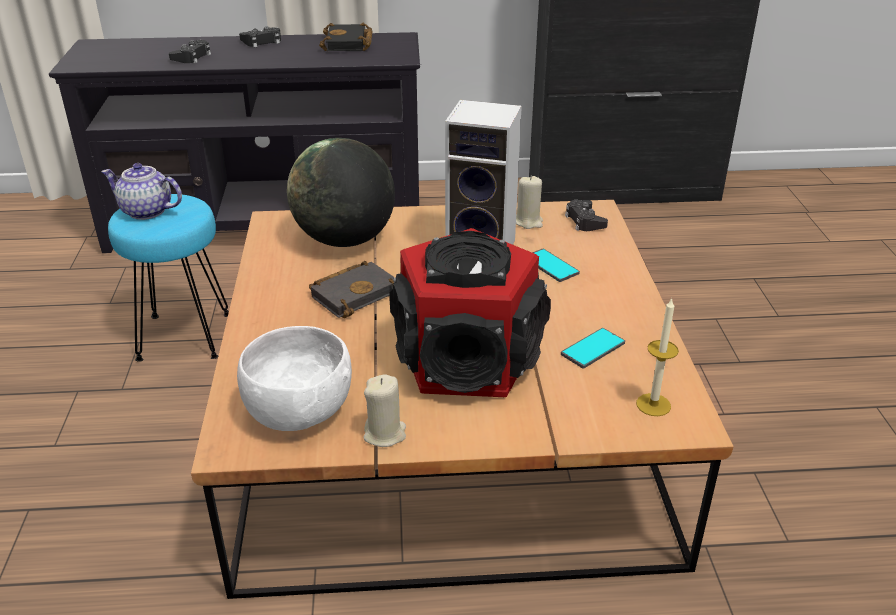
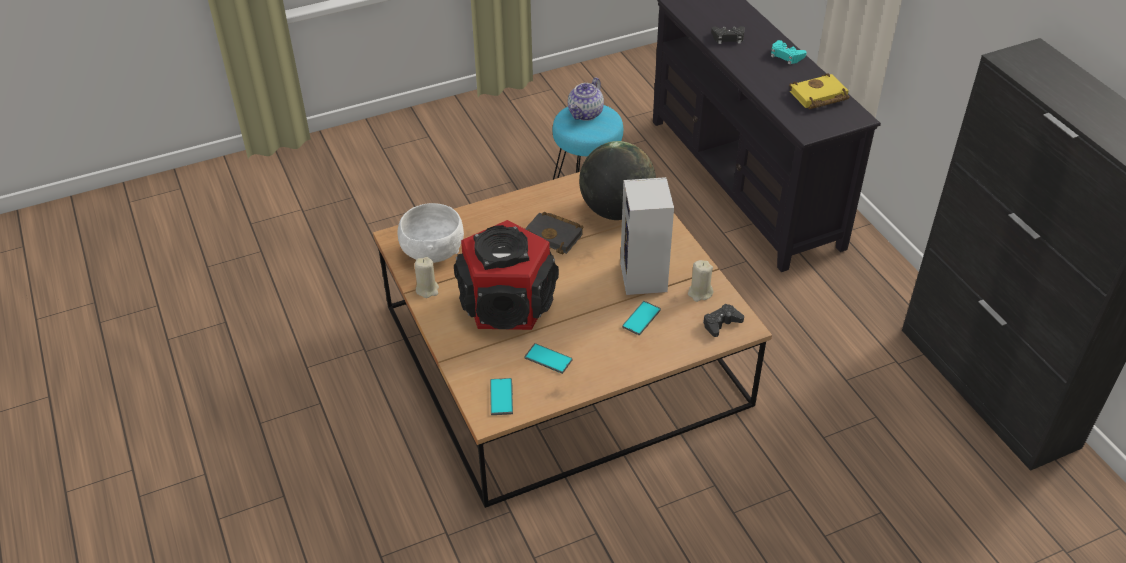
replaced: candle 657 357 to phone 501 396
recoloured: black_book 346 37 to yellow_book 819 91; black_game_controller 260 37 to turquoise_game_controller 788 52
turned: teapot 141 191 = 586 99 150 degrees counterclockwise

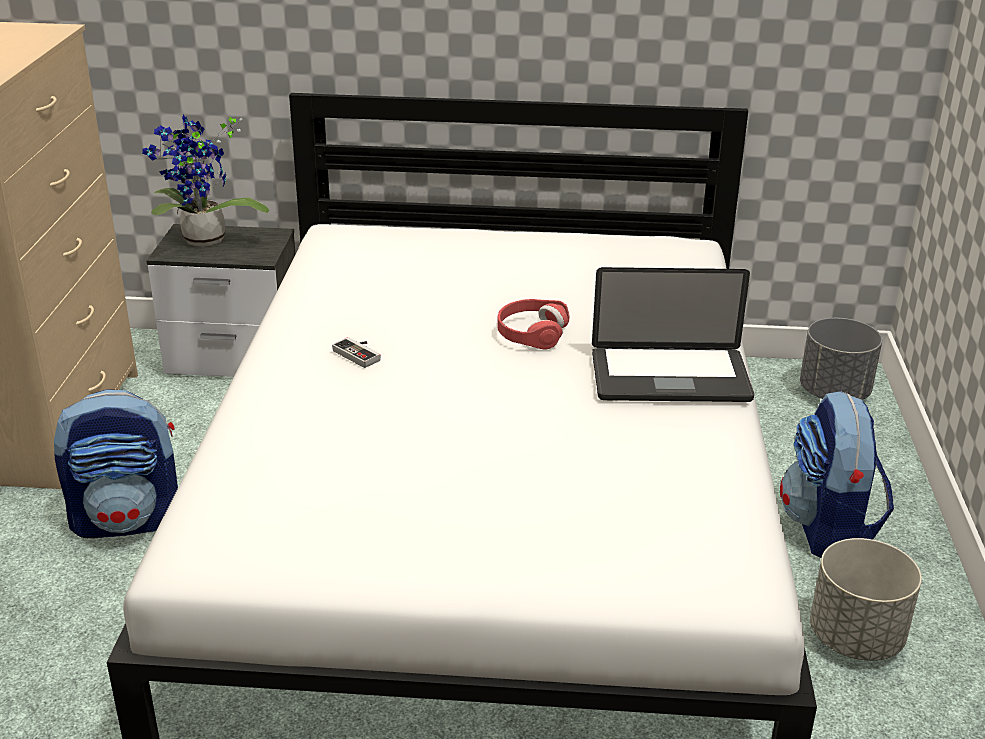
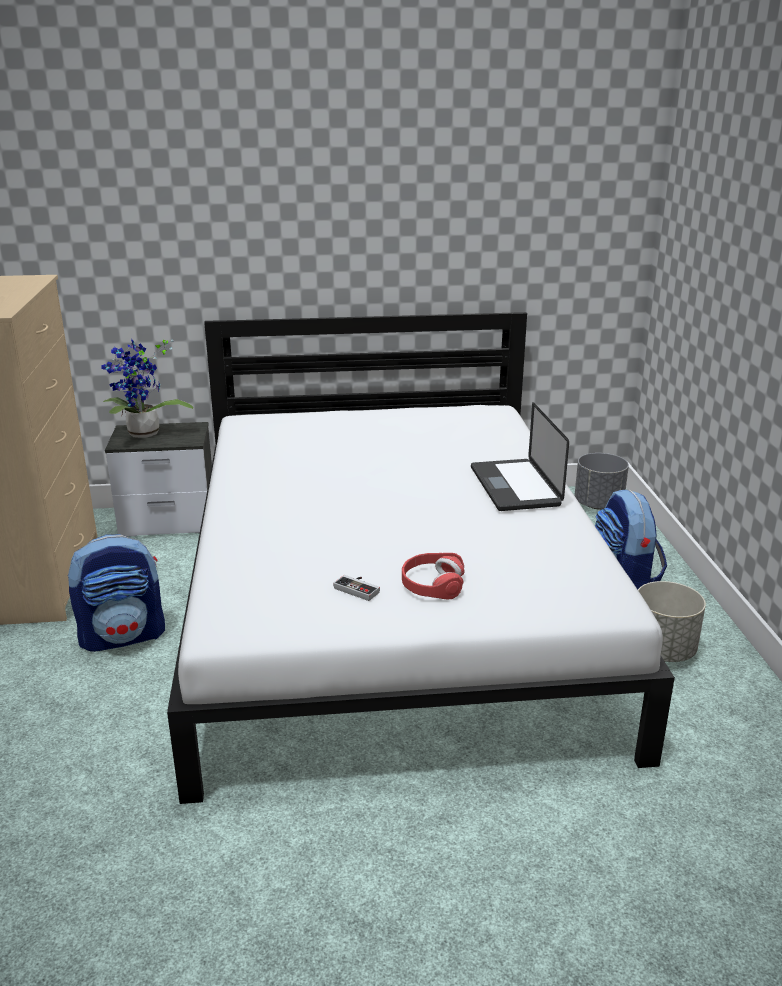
moved: red_headphones 533 324 to 433 576; game_controller 356 352 to 357 588
turned: laptop 673 334 = 520 456 90 degrees clockwise

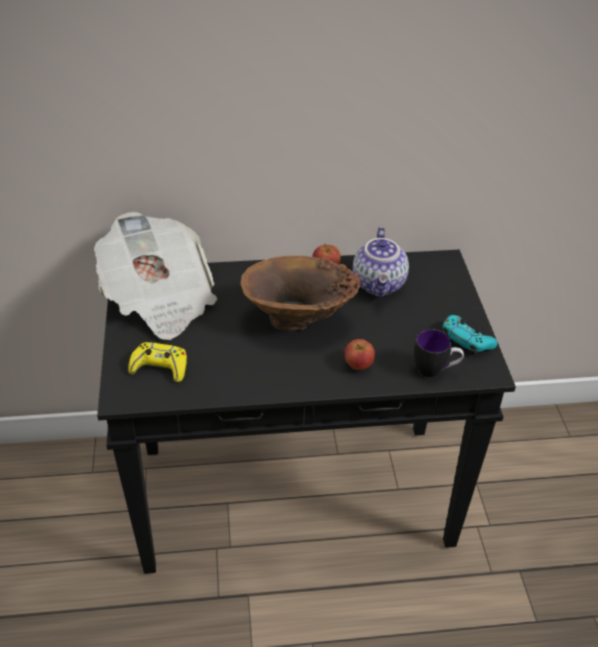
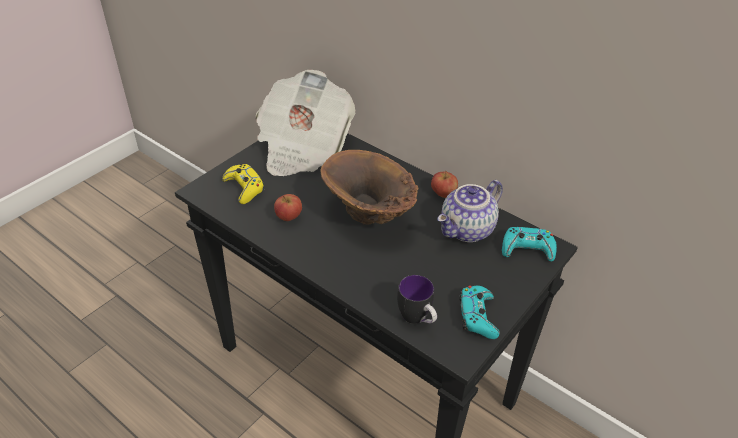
added: turquoise_game_controller 529 244
moved: apple 359 354 to 288 207

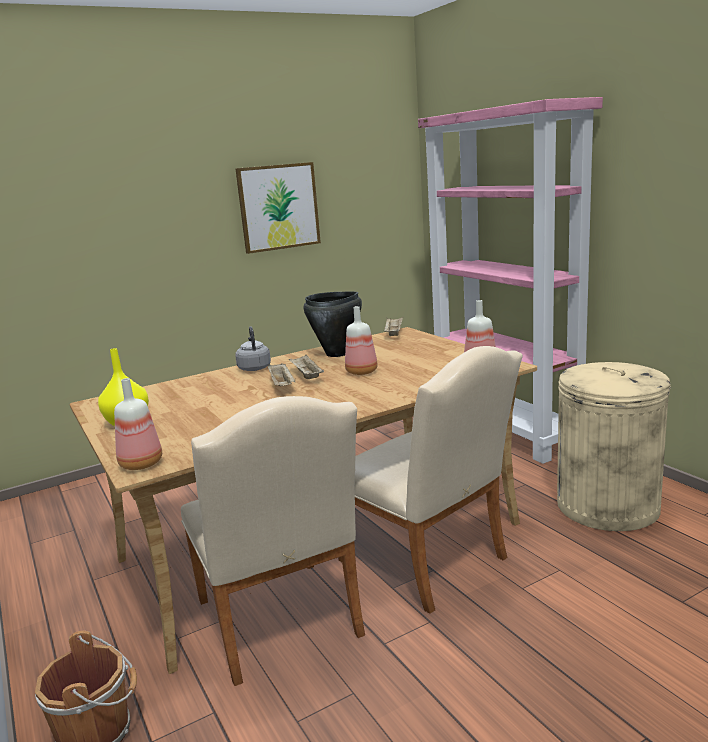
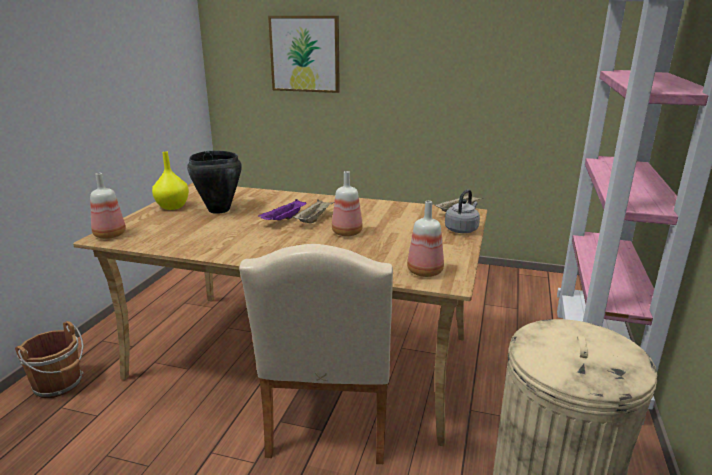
removed: beige_chair 273 541
moved: picture 278 208 to 304 54; black_cooking_pot 333 324 to 214 182; grey_kettle 253 349 to 462 211
recoloured: beige_tray 281 374 to purple_tray 282 209

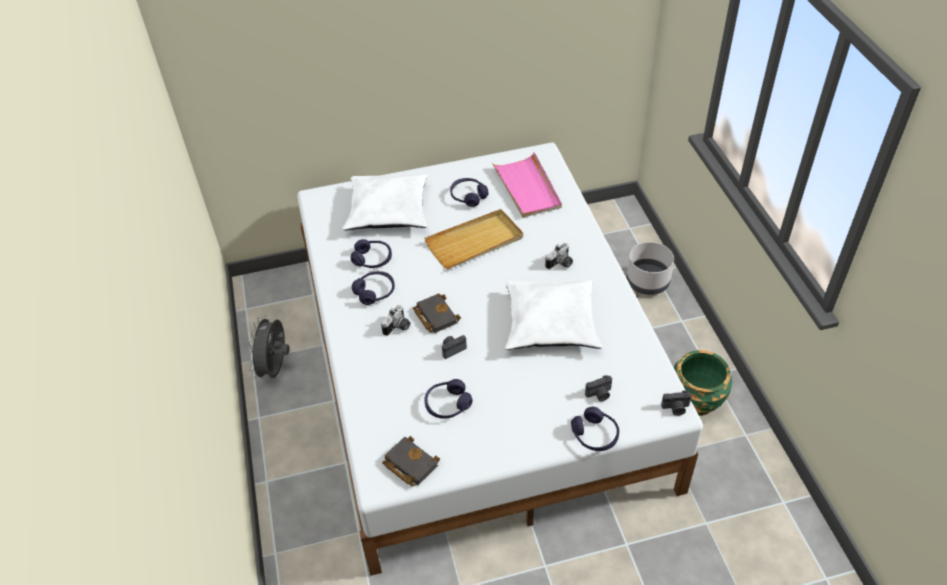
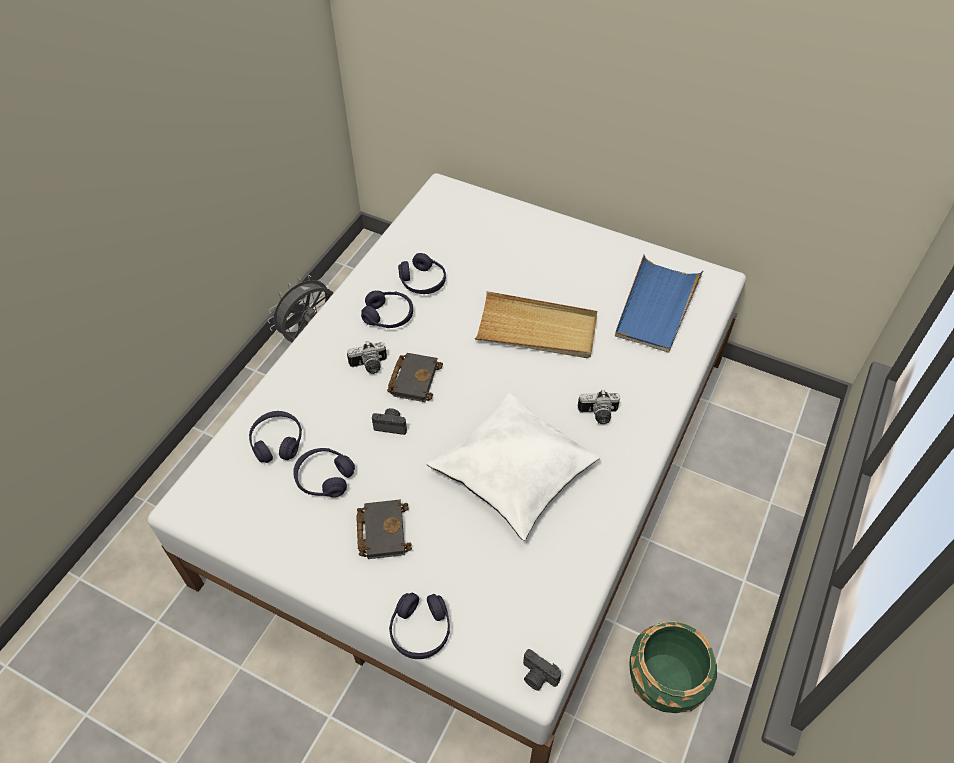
removed: white_pillow 384 202; grey_planter 650 268; photo_camera 598 388
moved: purple_headphones 469 192 to 275 437; black_book 411 461 to 384 529
recoloured: pink_tray 527 185 to blue_tray 659 304

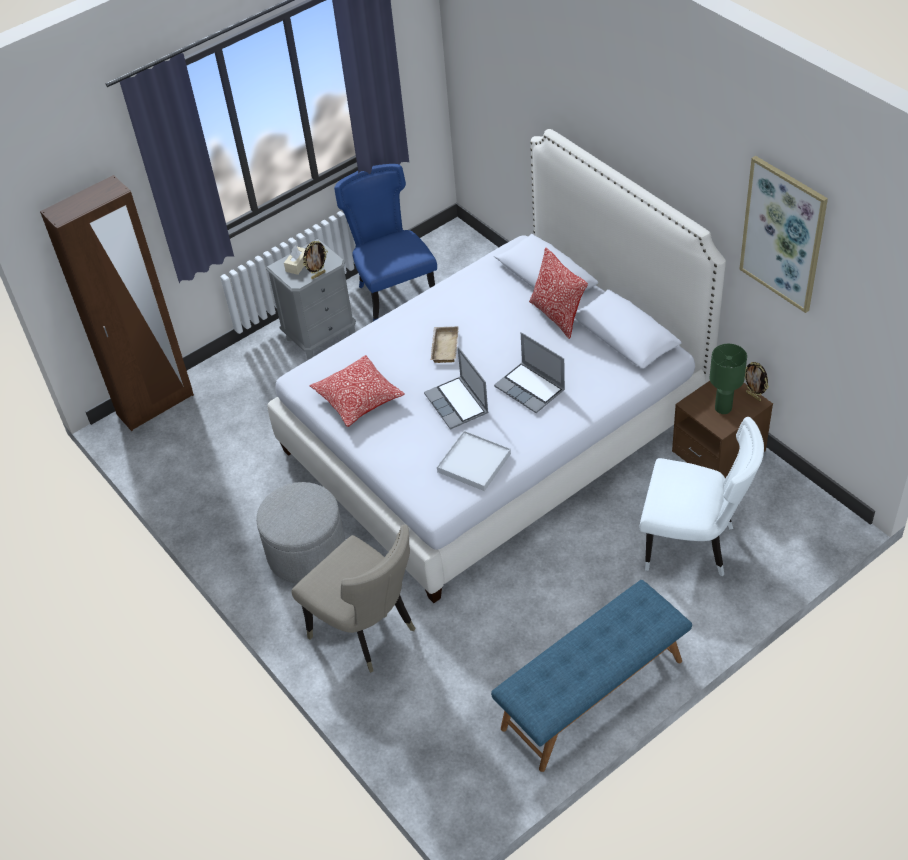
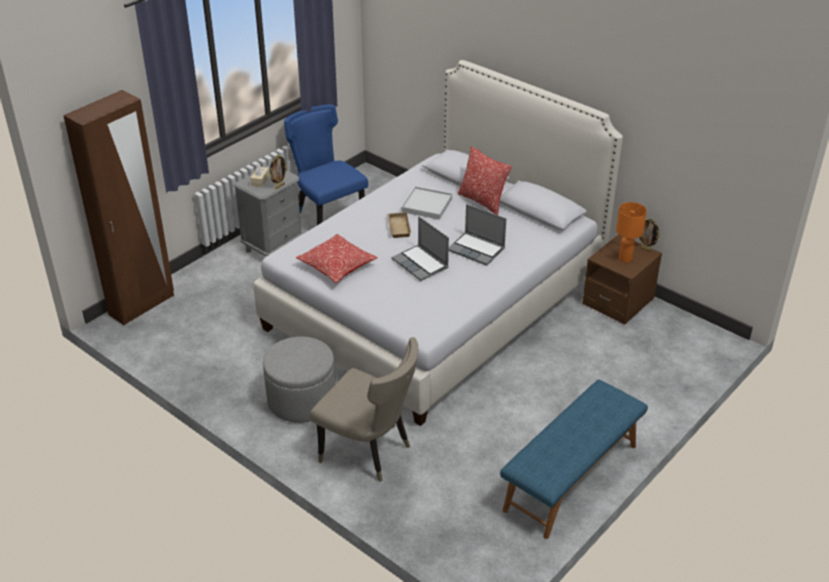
removed: picture 783 234; white_chair 702 496
moved: white_tray 474 461 to 427 203
recoloured: green_table_lamp 728 379 to orange_table_lamp 631 232

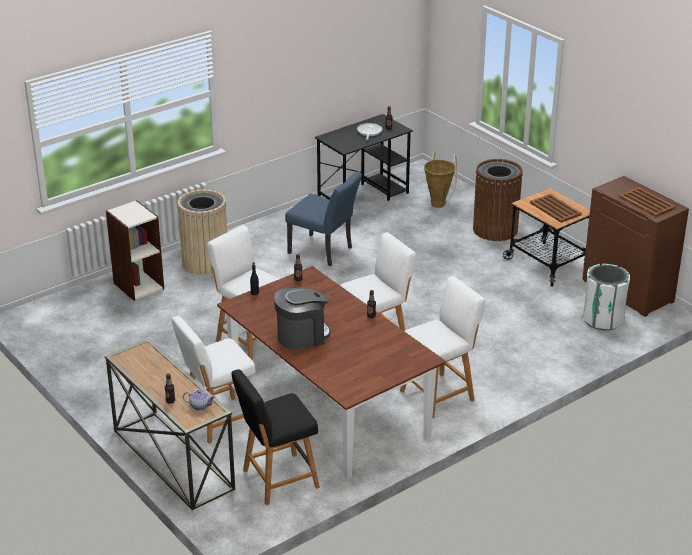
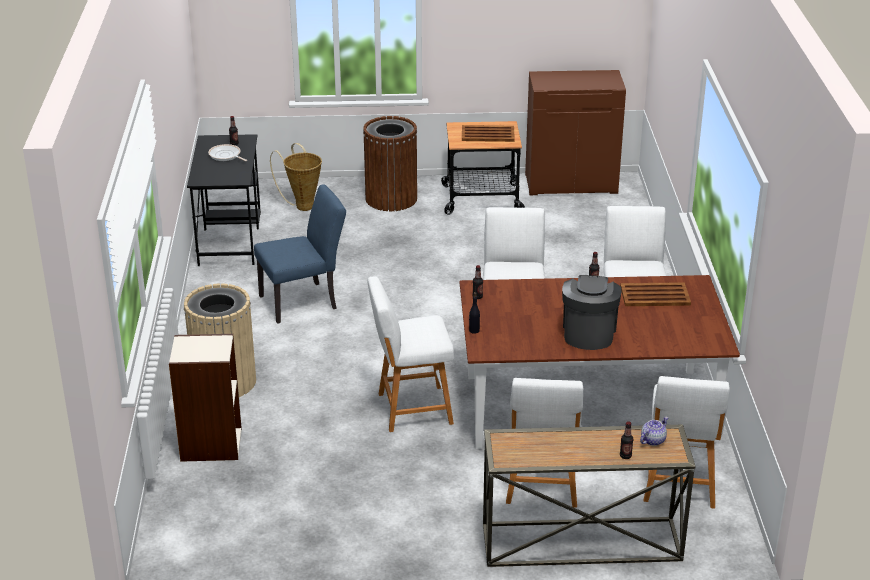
removed: white_trash_can 606 297
moved: brown_tray 647 202 to 655 294
recoloured: black_stool 276 437 to white_stool 687 442

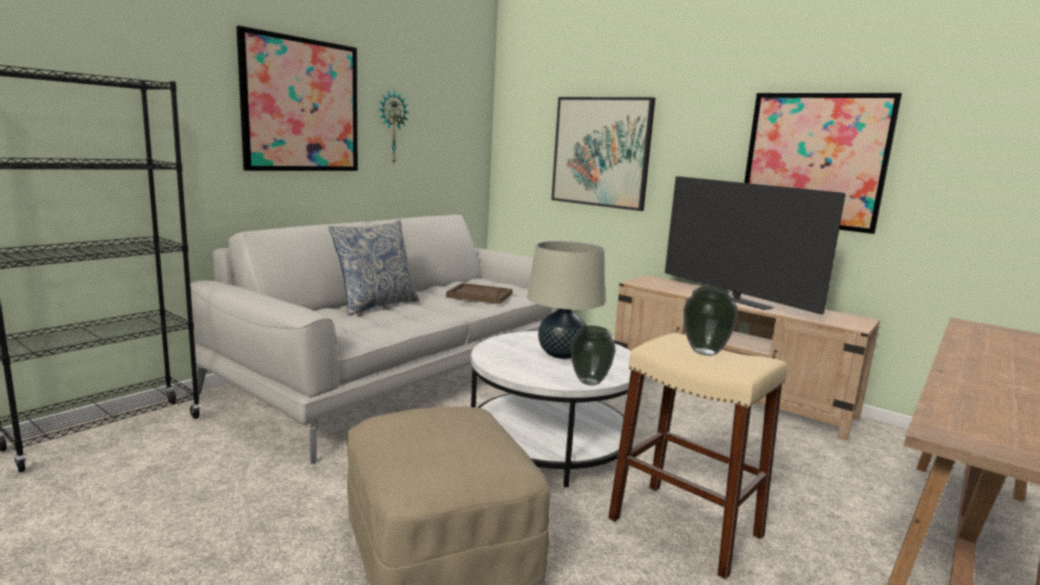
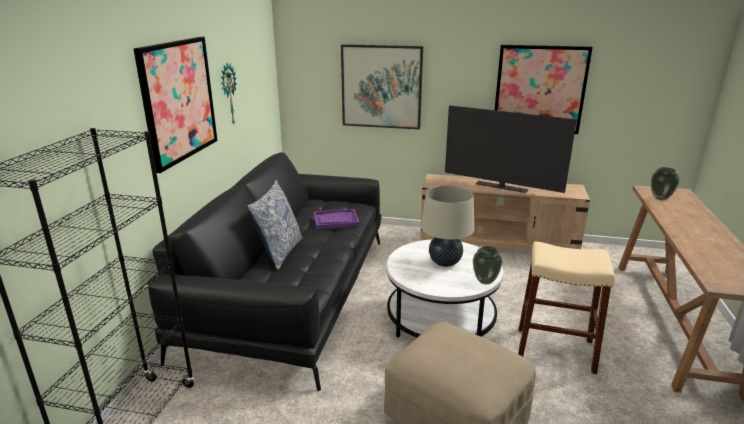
moved: vase 711 321 to 665 183
recoloured: white_sofa 374 339 to black_sofa 265 271; brown_tray 479 293 to purple_tray 337 219

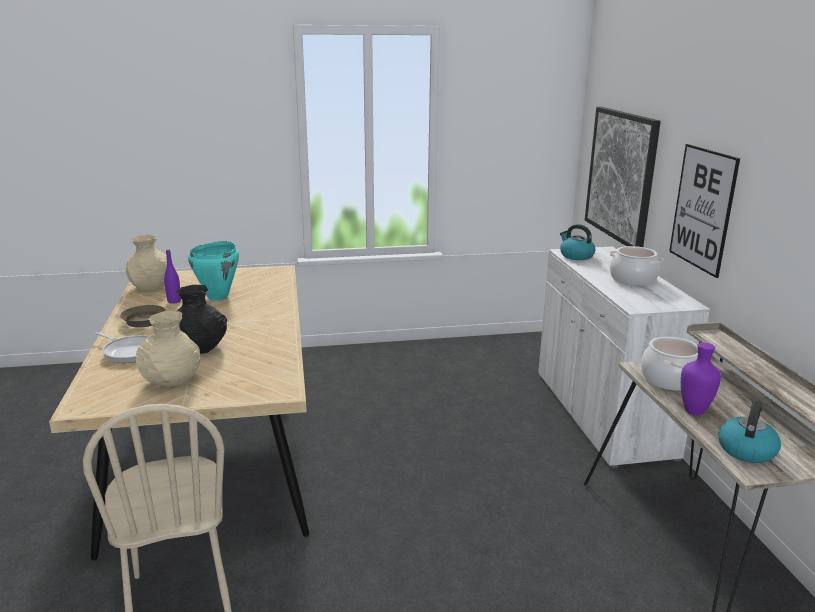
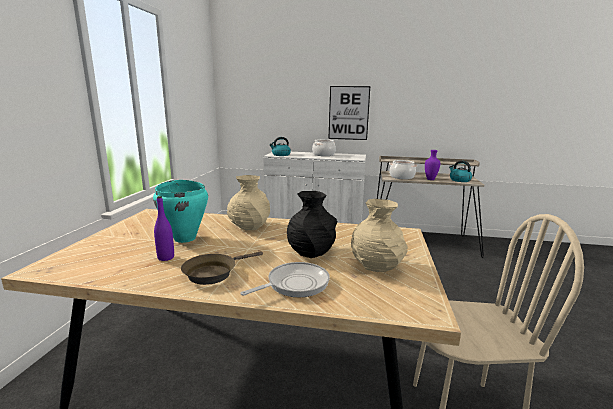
removed: picture 623 177
moved: beige_vase 146 263 to 248 202

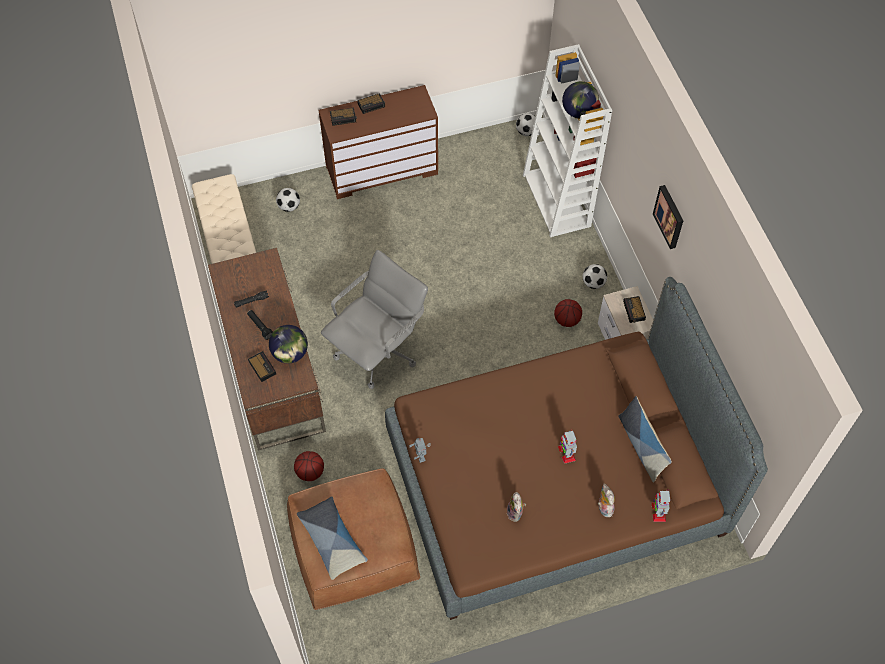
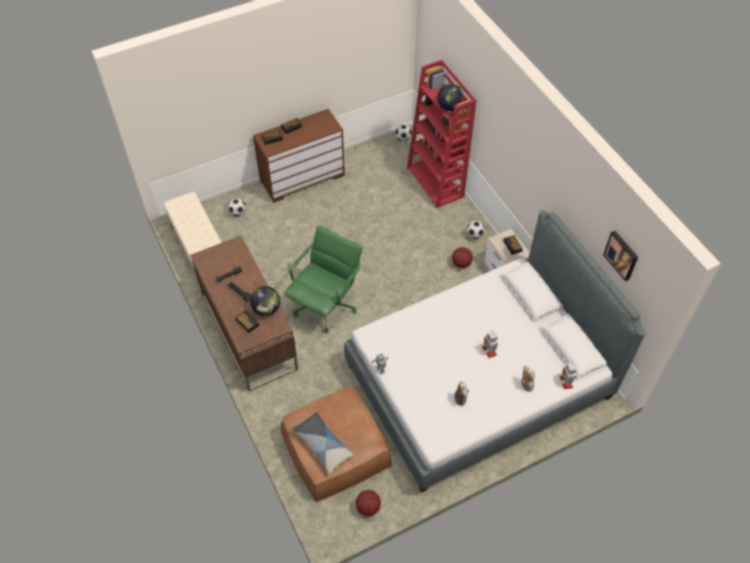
removed: pillow 645 439
moved: picture 668 217 to 620 256; basketball 309 466 to 368 503
recoloured: white_bookcase 567 140 to red_bookcase 441 134; grey_office_chair 374 319 to green_office_chair 323 279; brown_bed 576 448 to grey_bed 495 351

